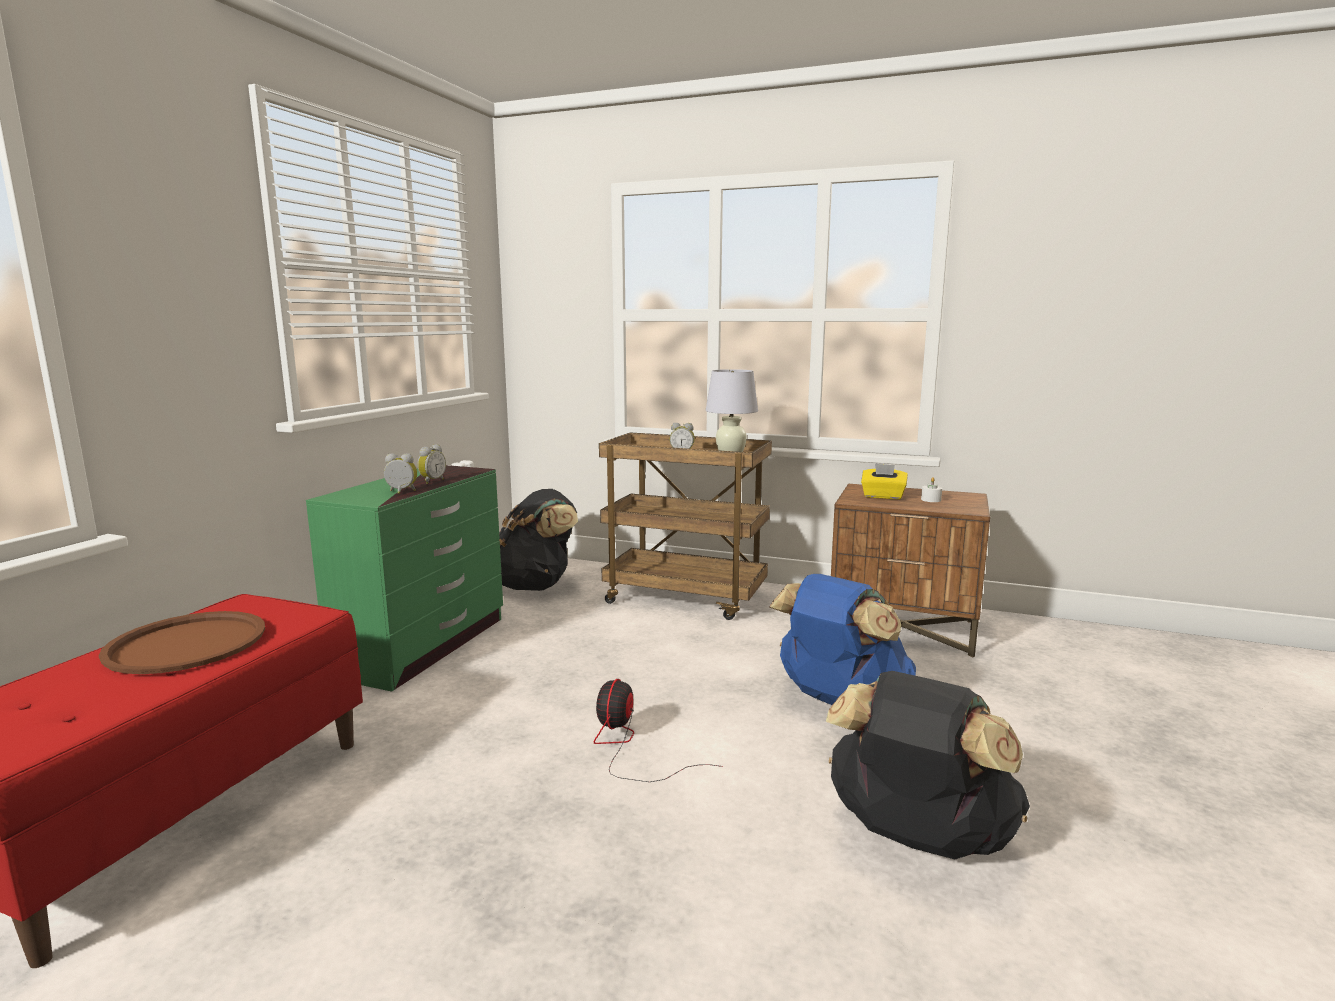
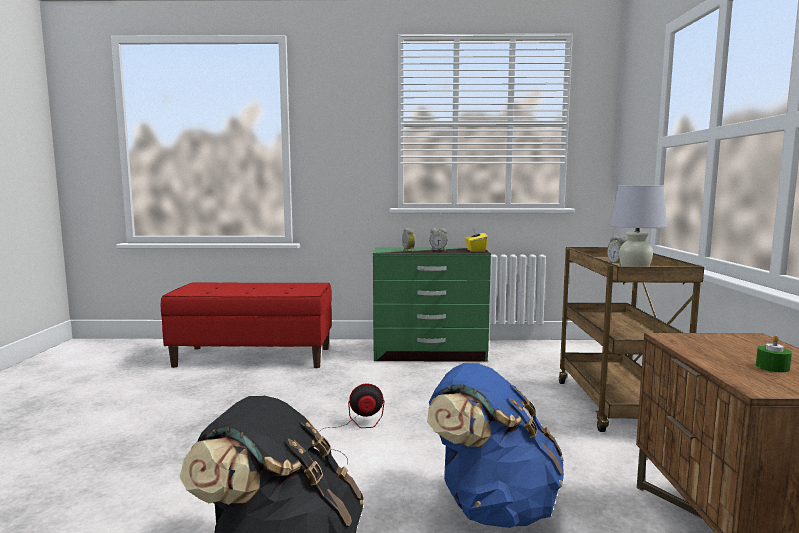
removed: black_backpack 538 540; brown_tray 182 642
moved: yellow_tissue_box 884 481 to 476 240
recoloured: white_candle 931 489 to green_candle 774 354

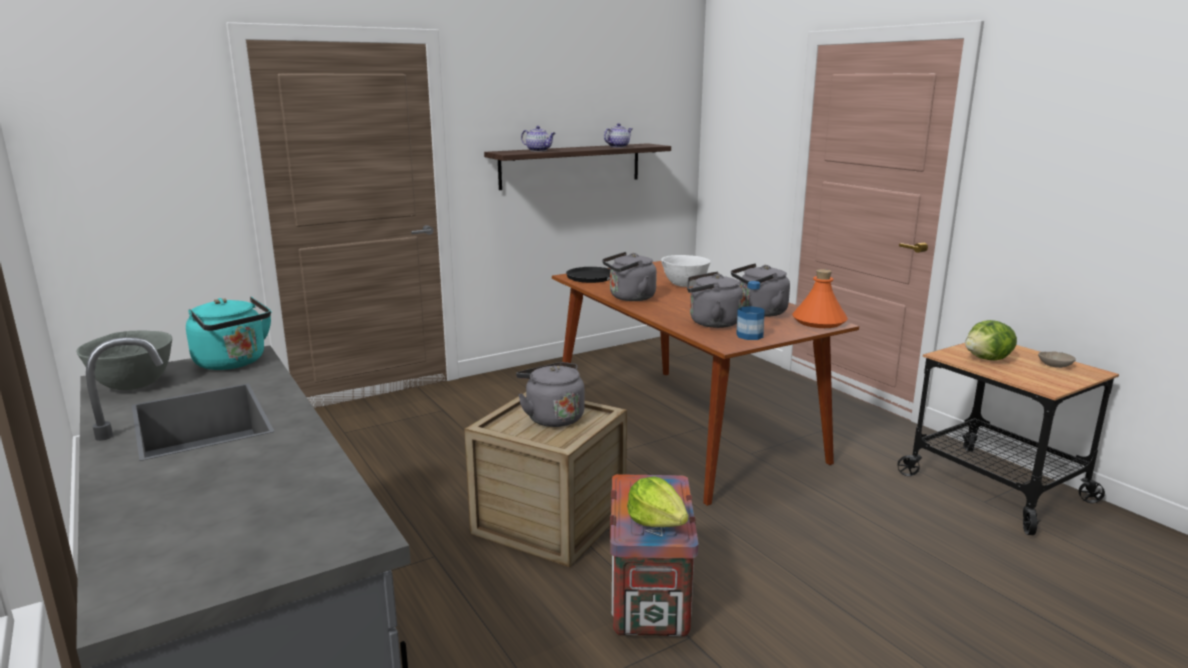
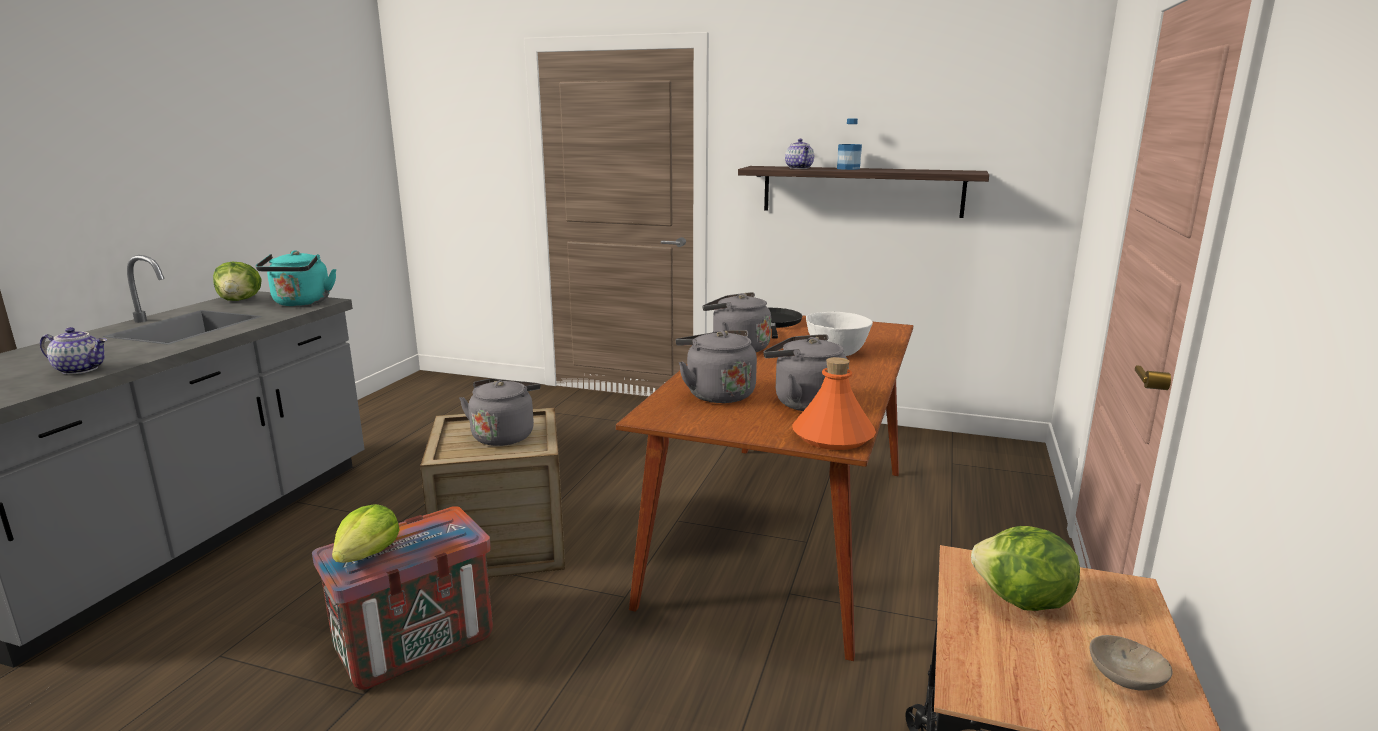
moved: teapot 618 135 to 73 351; bottle 750 310 to 849 144
replaced: grey_bowl 124 360 to lettuce 237 281

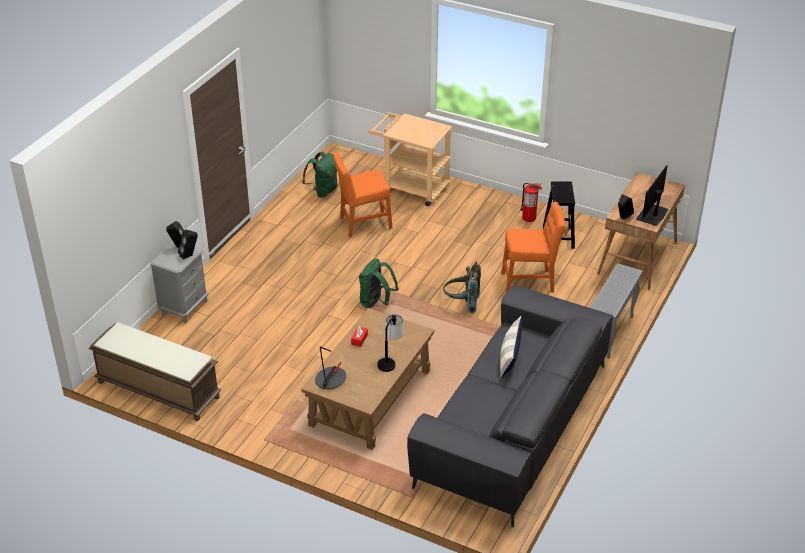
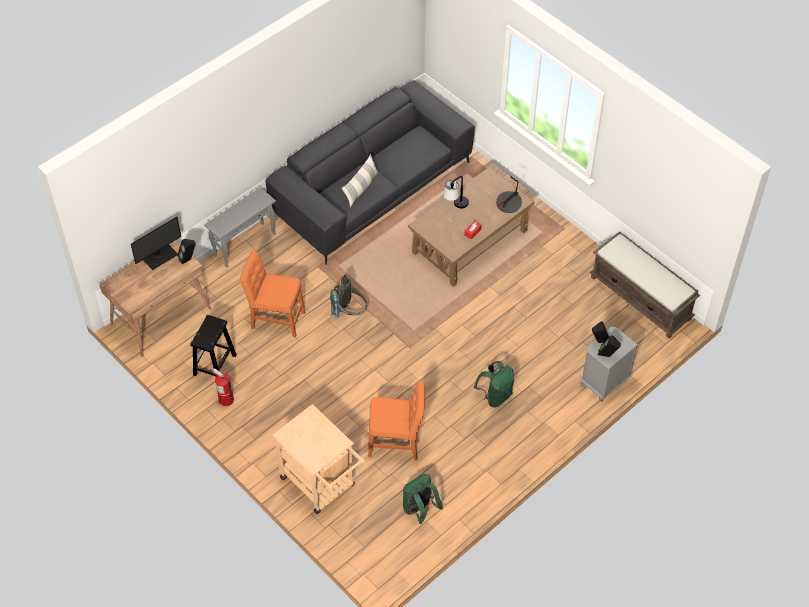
moved: green_backpack 378 283 to 494 384

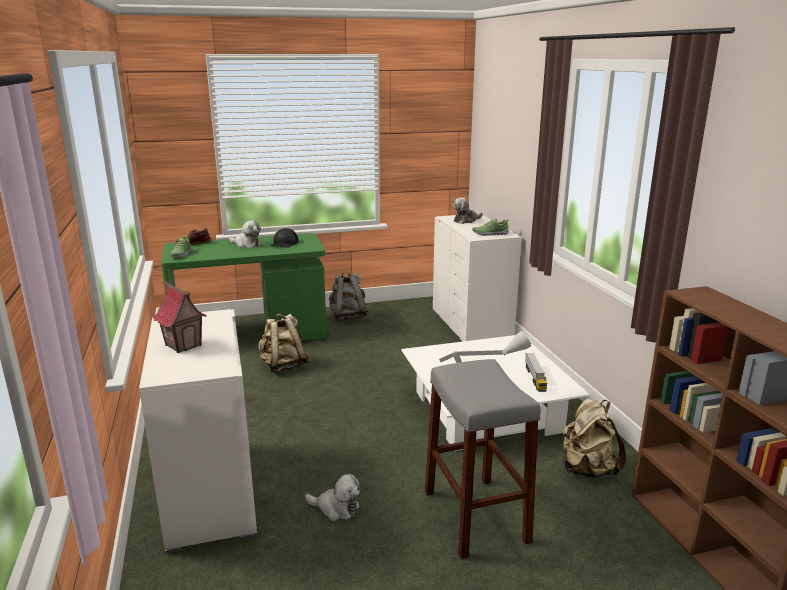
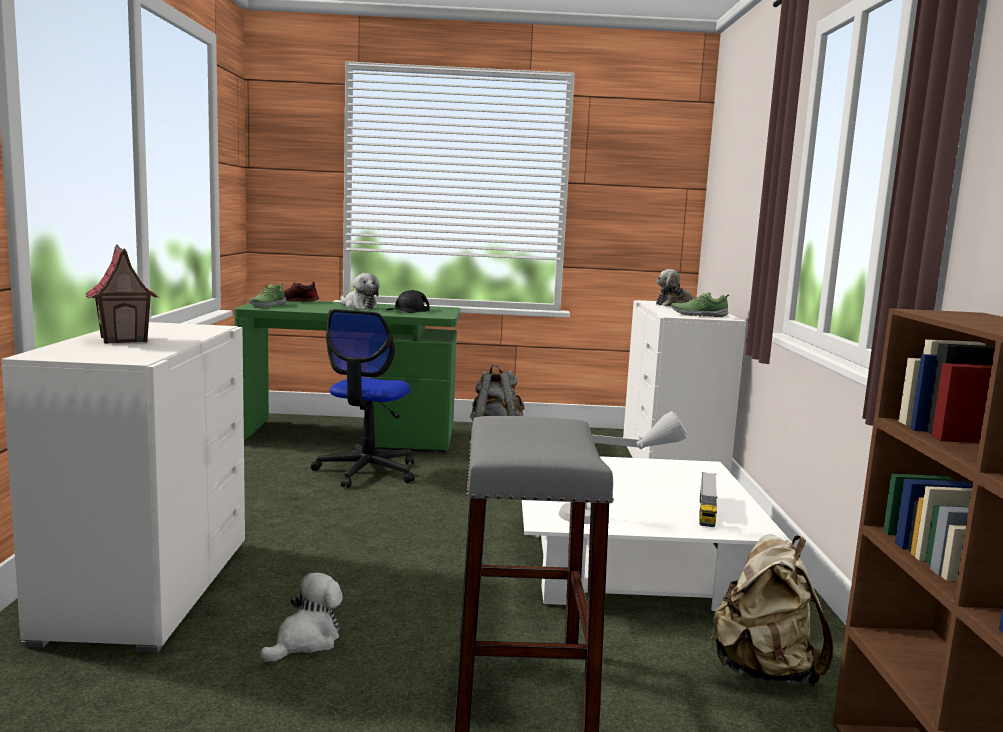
replaced: beige_backpack 284 343 to office_chair 363 398
turned: plush_toy 332 497 = 302 617 90 degrees counterclockwise

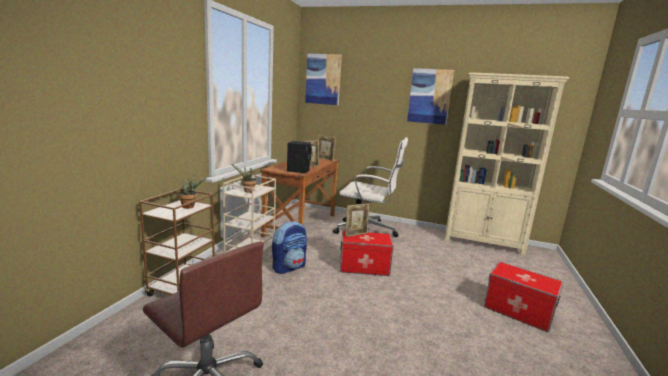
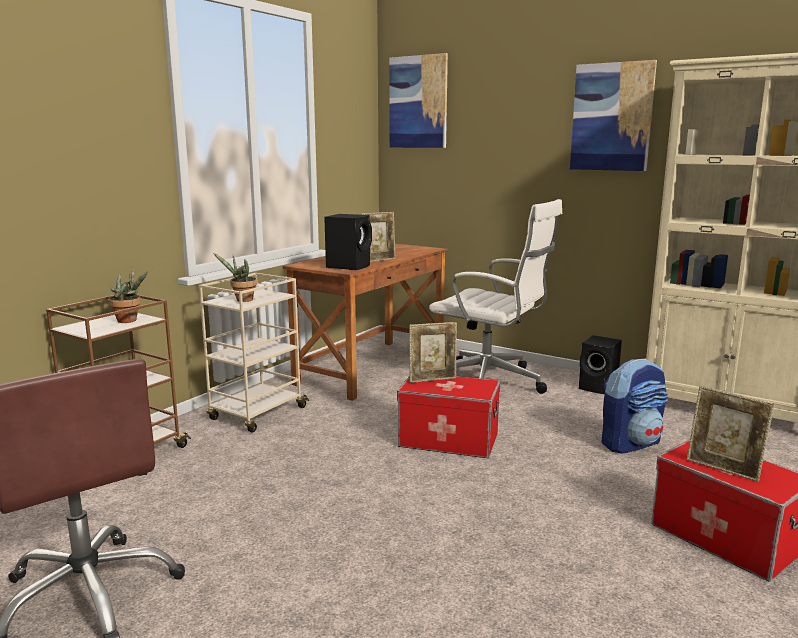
added: black_speaker 600 364
moved: picture_frame 327 148 to 730 433; backpack 289 247 to 634 406

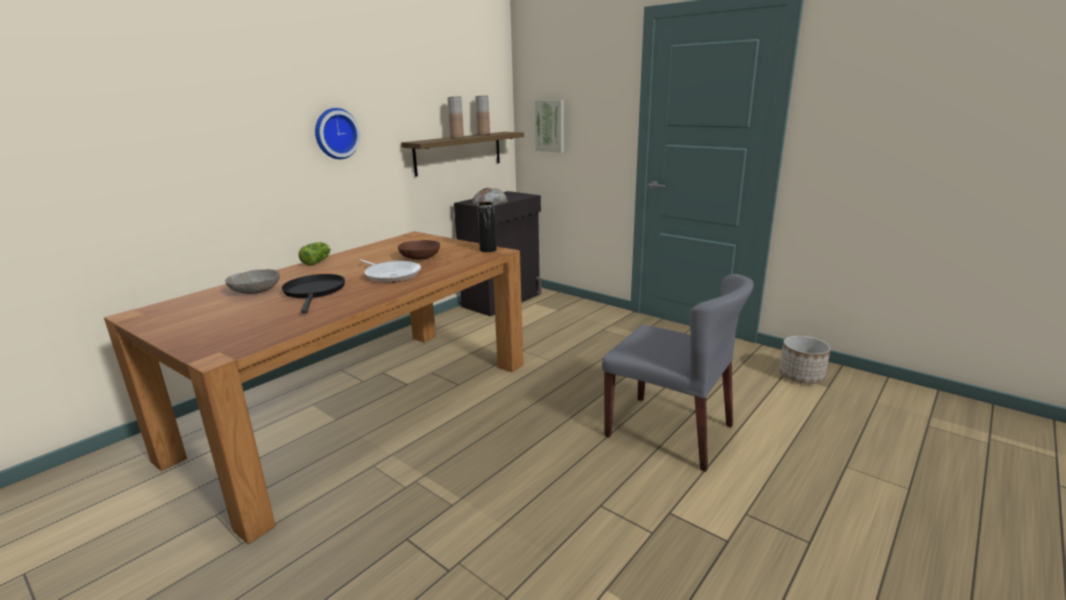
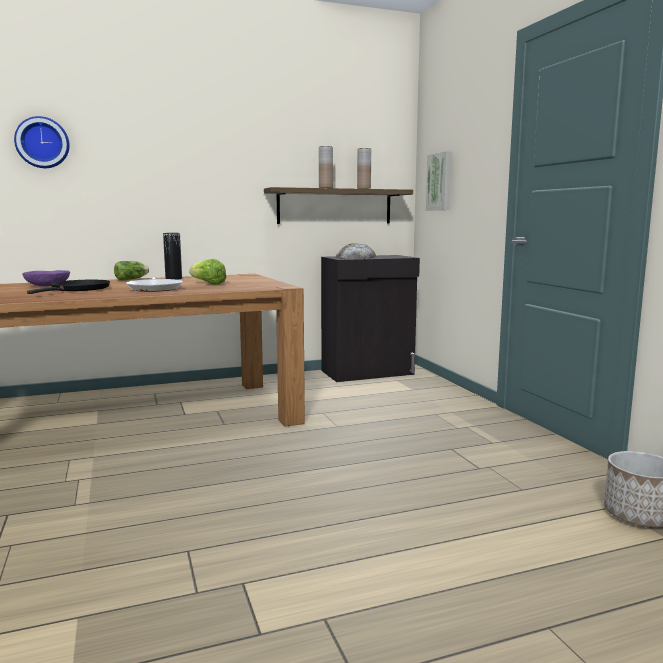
removed: grey_chair 677 373
moved: wall_clock 338 133 to 42 142; black_vase 486 227 to 172 256
replaced: brown_bowl 419 250 to lettuce 207 272
recoloured: grey_bowl 252 281 to purple_bowl 46 278

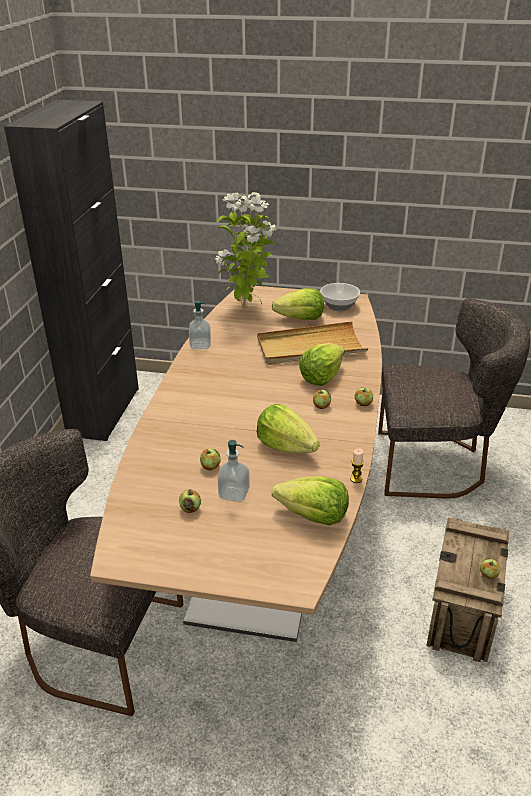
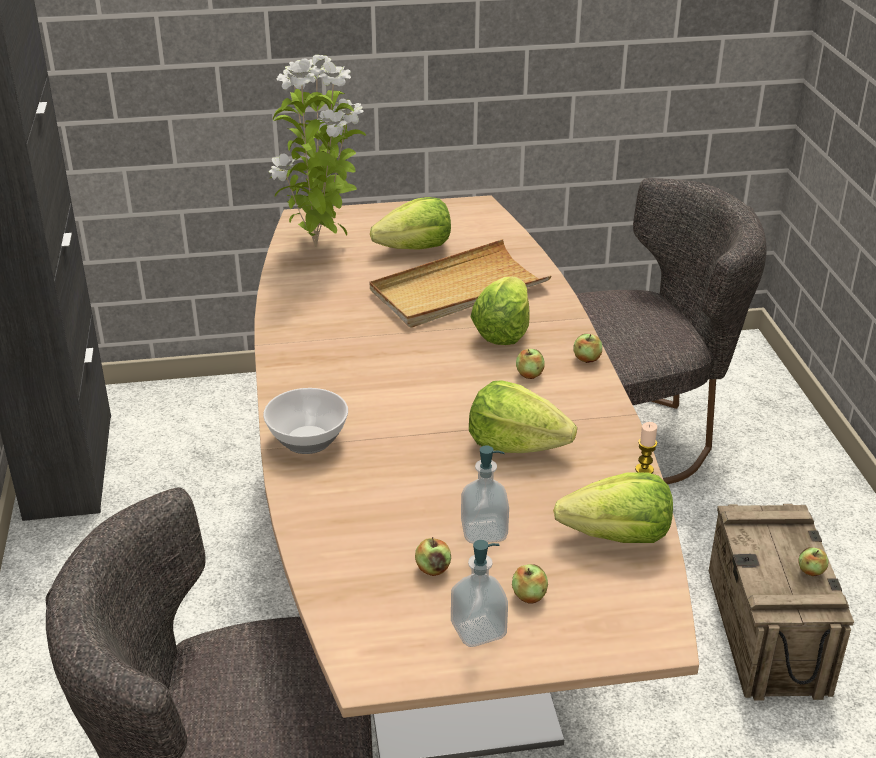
moved: bowl 340 297 to 305 421; soap_dispenser 200 324 to 479 593; apple 210 459 to 530 584

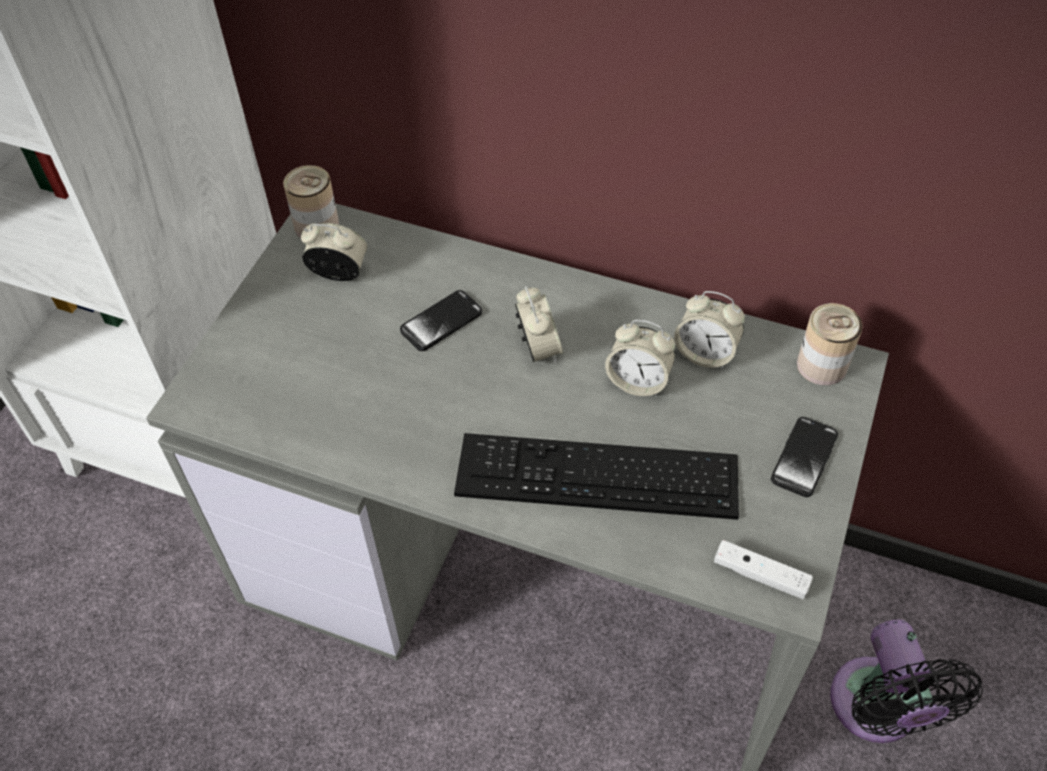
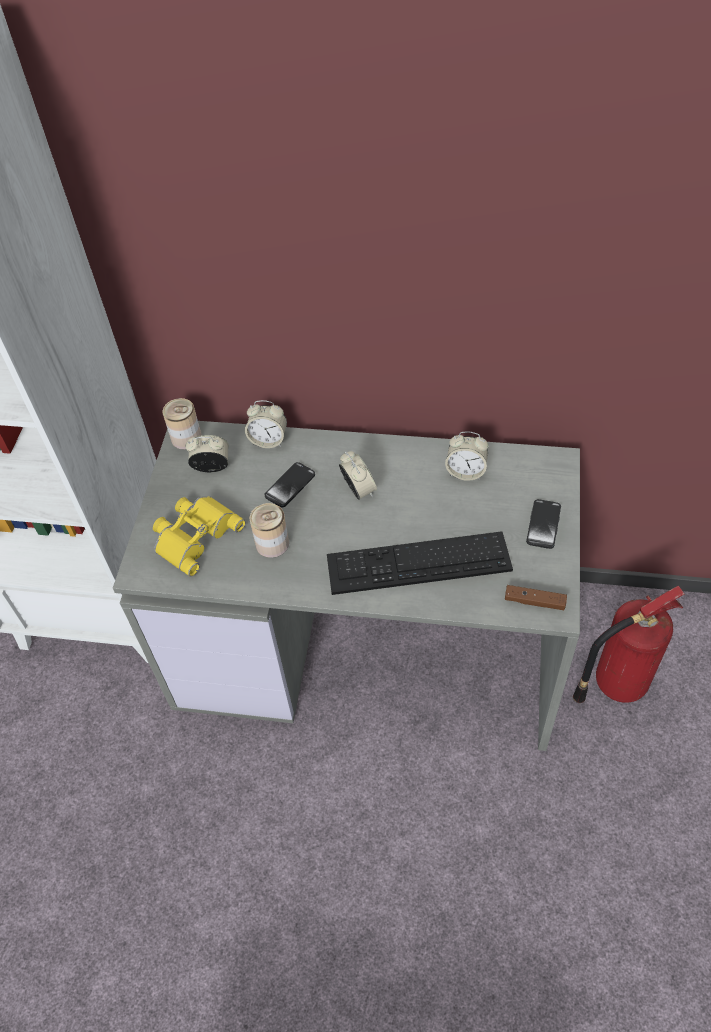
added: yellow_binoculars 199 536
moved: can 830 344 to 269 530; alarm_clock 640 358 to 266 424
replaced: black_fan 906 681 to fire_extinguisher 628 644
recoloured: white_game_controller 763 569 to brown_game_controller 536 597

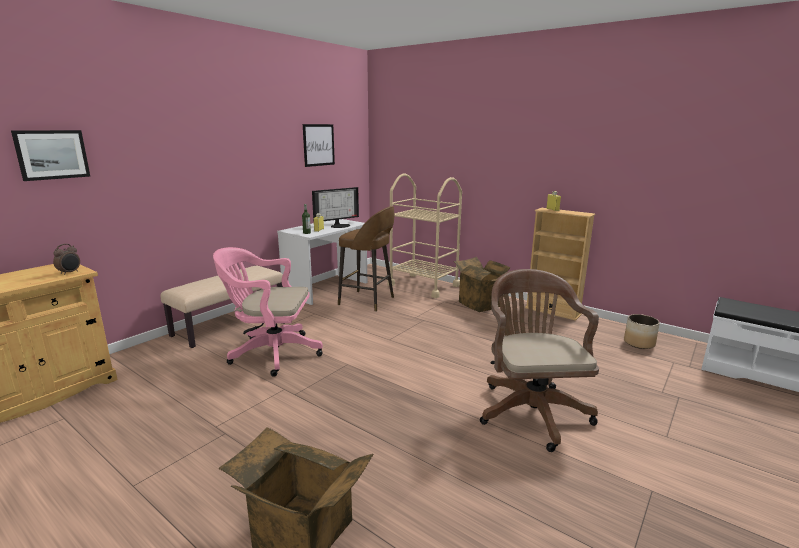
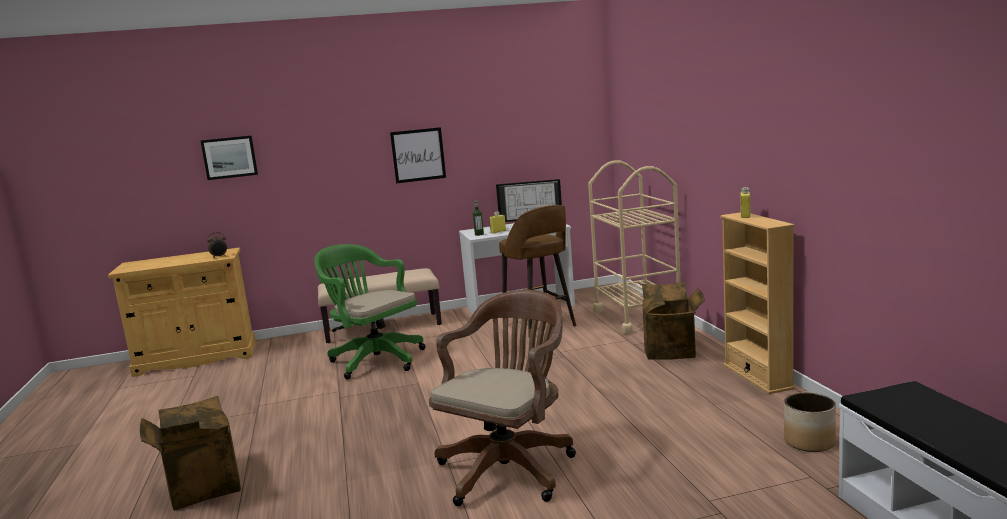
moved: picture 319 145 to 418 155
recoloured: pink_office_chair 268 312 to green_office_chair 369 312

